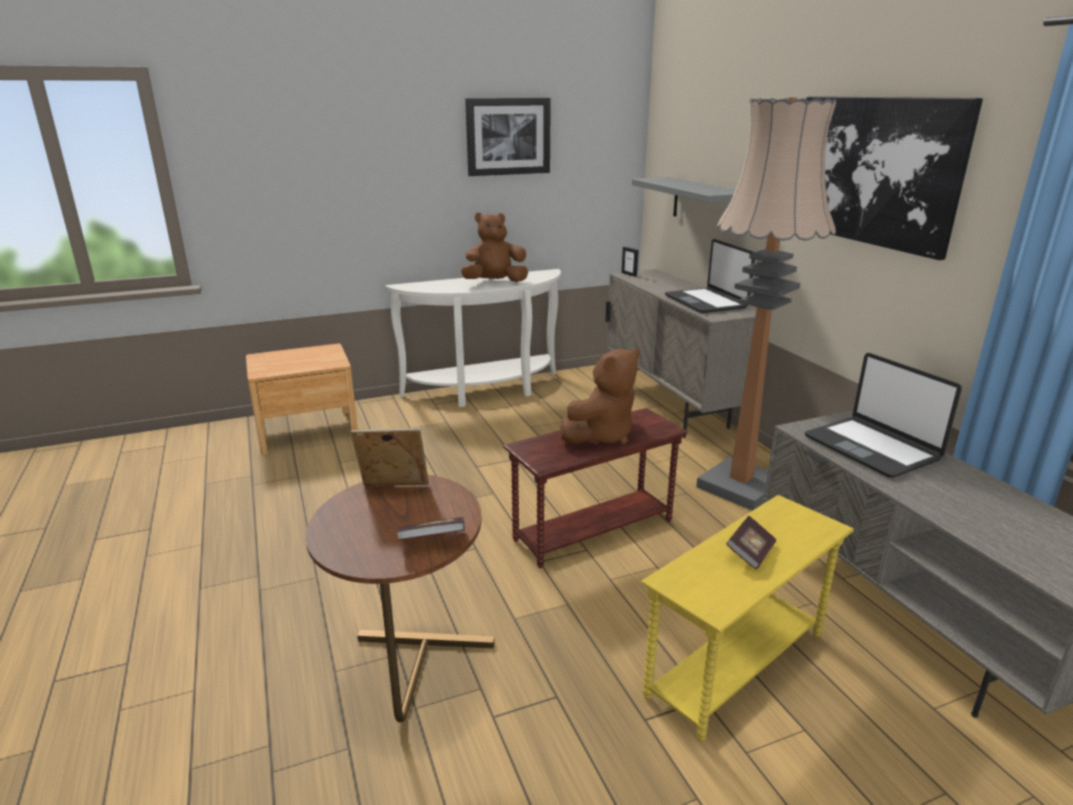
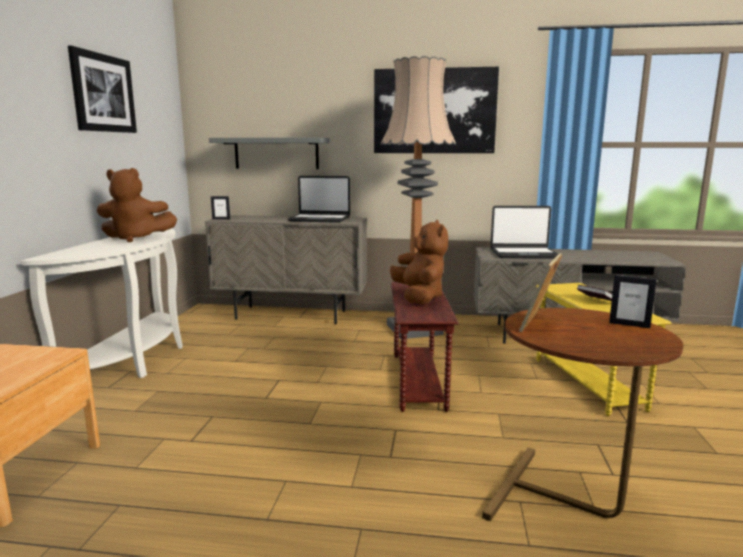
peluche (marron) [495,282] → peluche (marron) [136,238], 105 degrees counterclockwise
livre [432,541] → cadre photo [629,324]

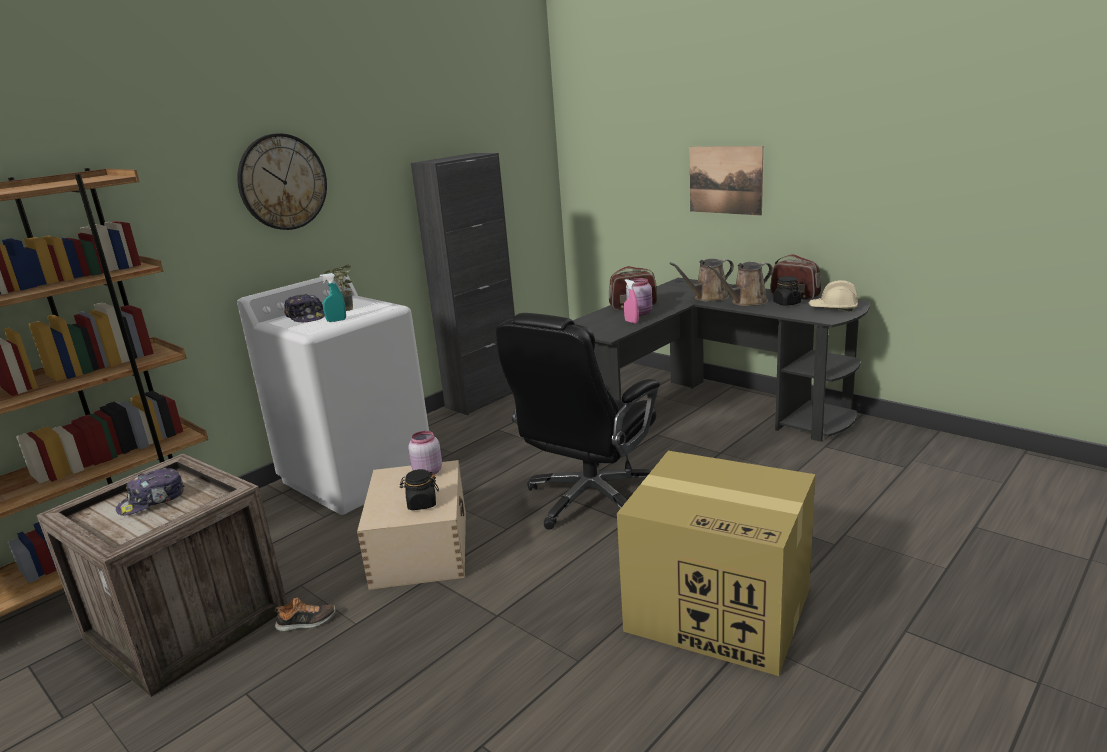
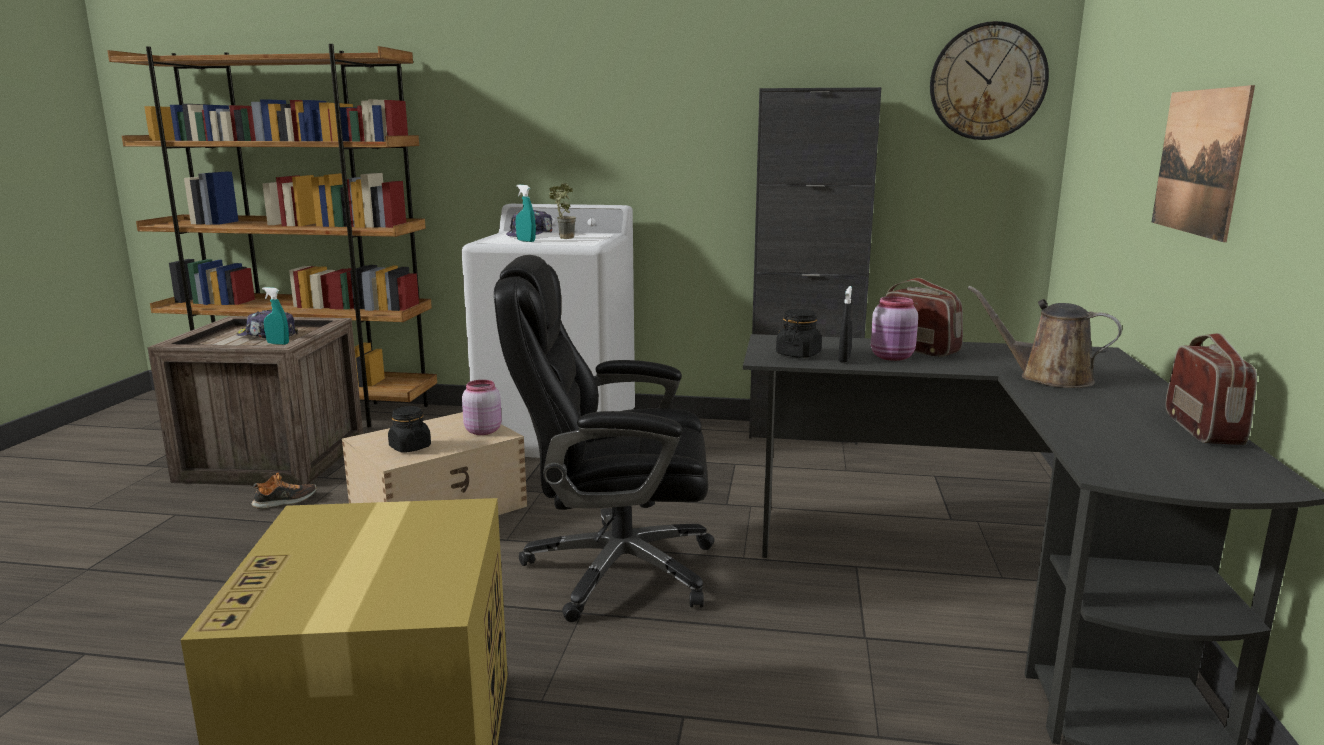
horloge murale [282,182] → horloge murale [987,82], moved
arrosoir (marron) [746,302] → -
bocal (noir) [786,303] → bocal (noir) [798,354], moved
vaporisateur (rose) [631,322] → vaporisateur (noir) [844,359]
casque de chantier (beige) [833,308] → -
chaussure [306,622] → chaussure [285,501], 75 degrees counterclockwise
- → vaporisateur (turquoise) [278,343]

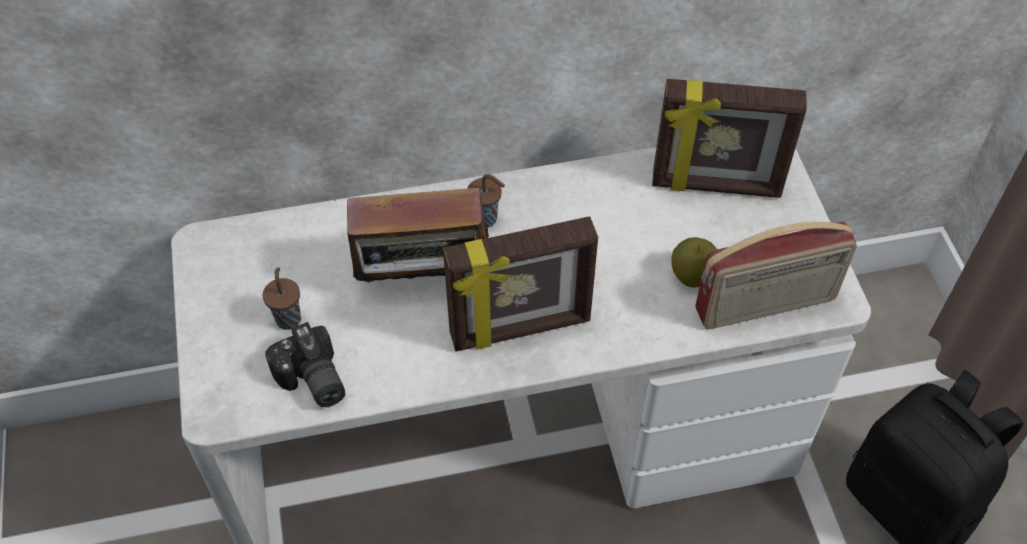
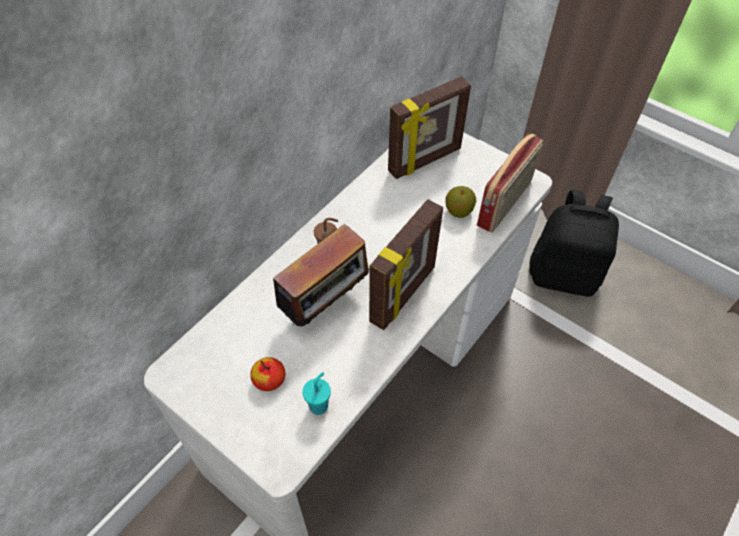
tasse (marron) [288,318] → pomme [269,379]
appareil photo [311,381] → tasse (turquoise) [319,405]

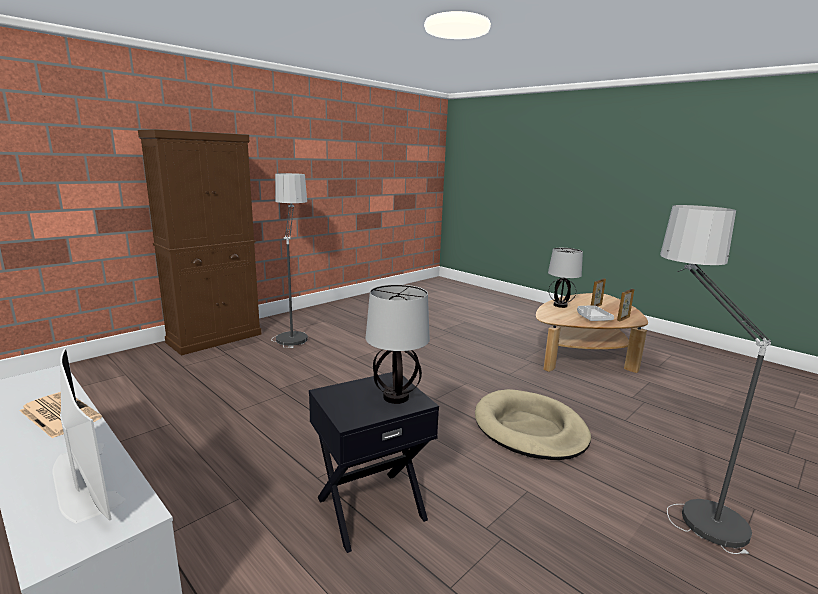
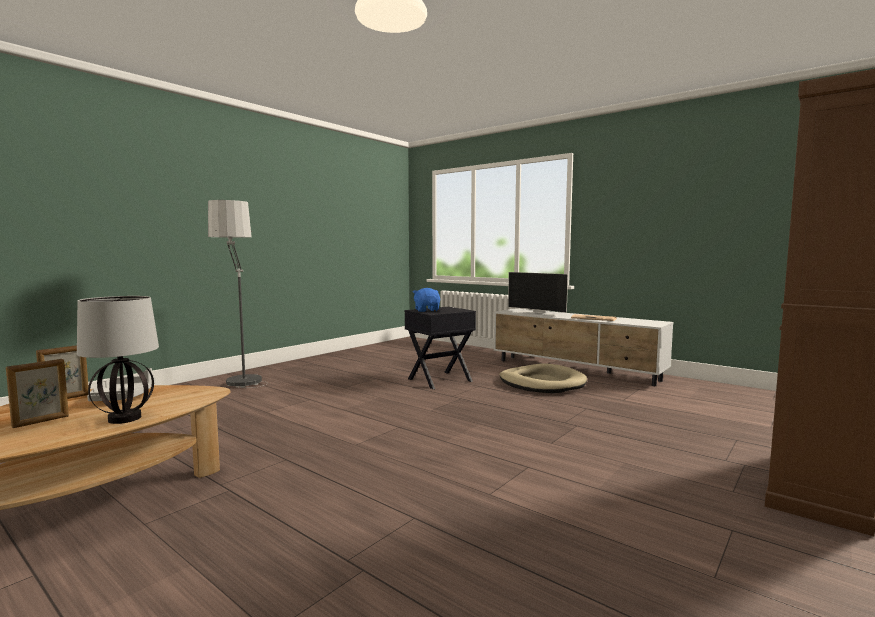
lampadaire [293,332] → -
lampe de table [396,396] → peluche (bleu) [427,310]
panier pour chien (beige) [529,429] → panier pour chien (beige) [542,383], moved

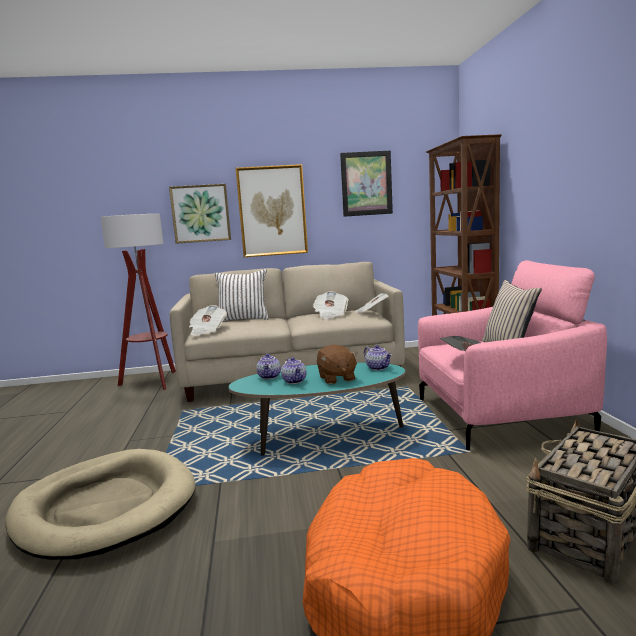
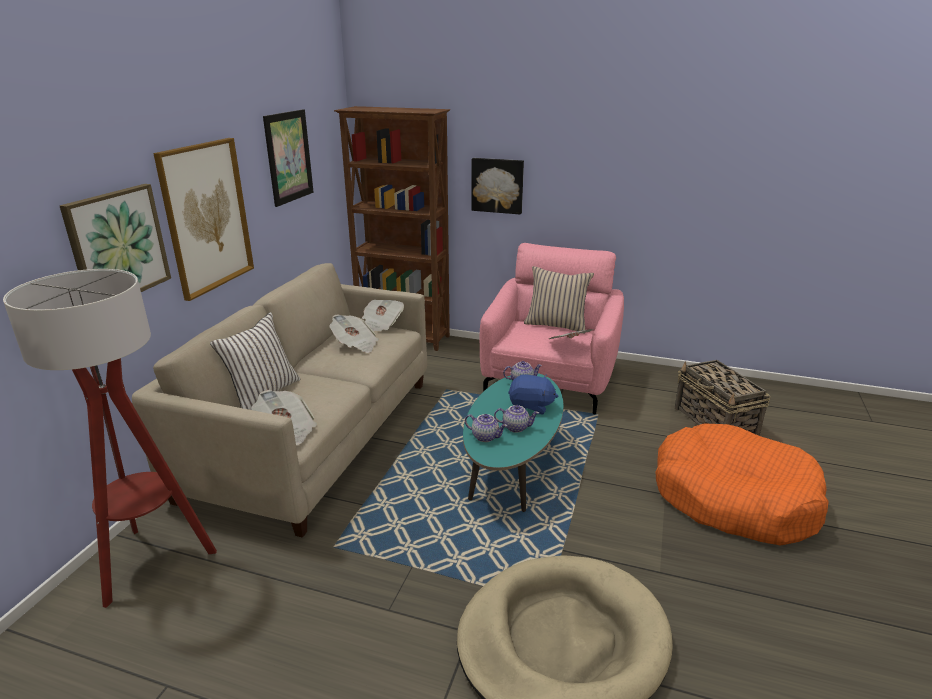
peluche (marron) [336,378] → peluche (bleu) [531,406]
- → tableau [497,185]

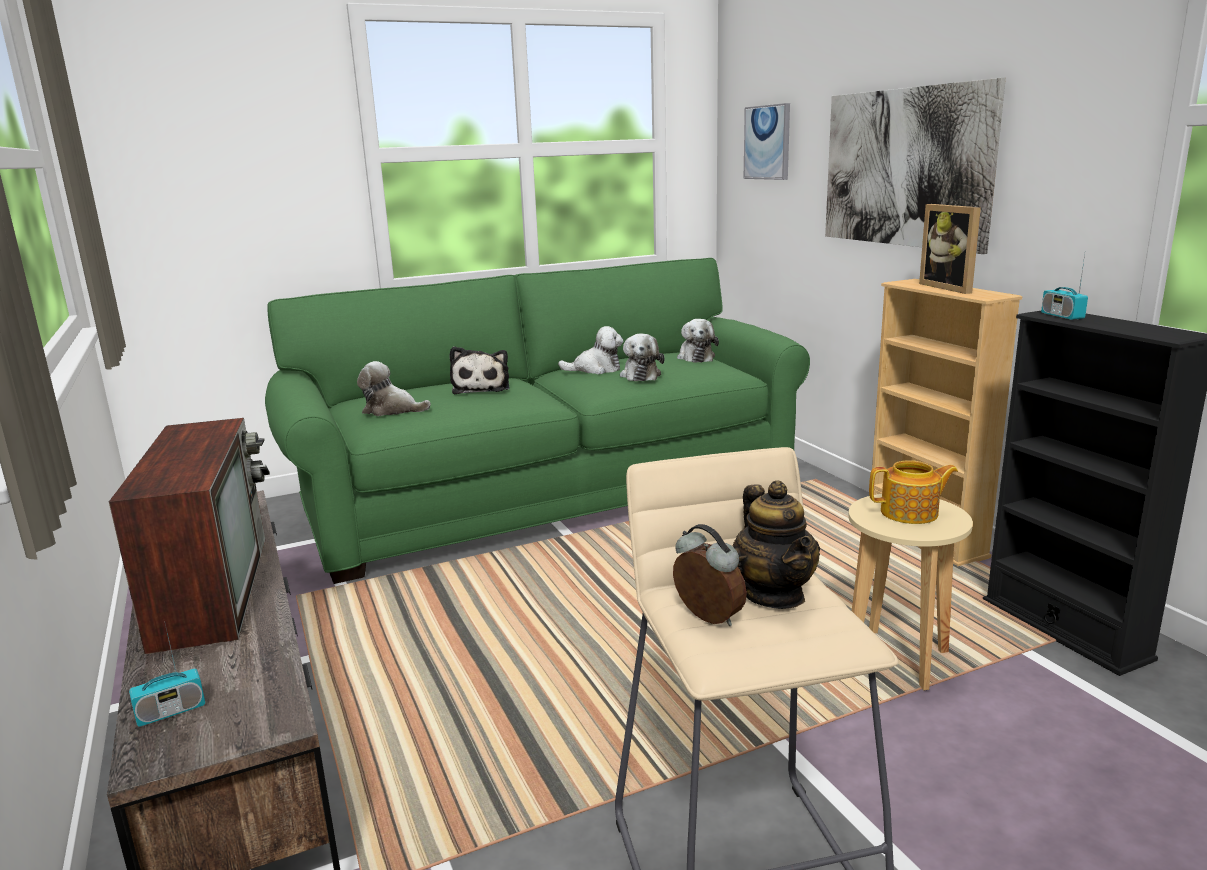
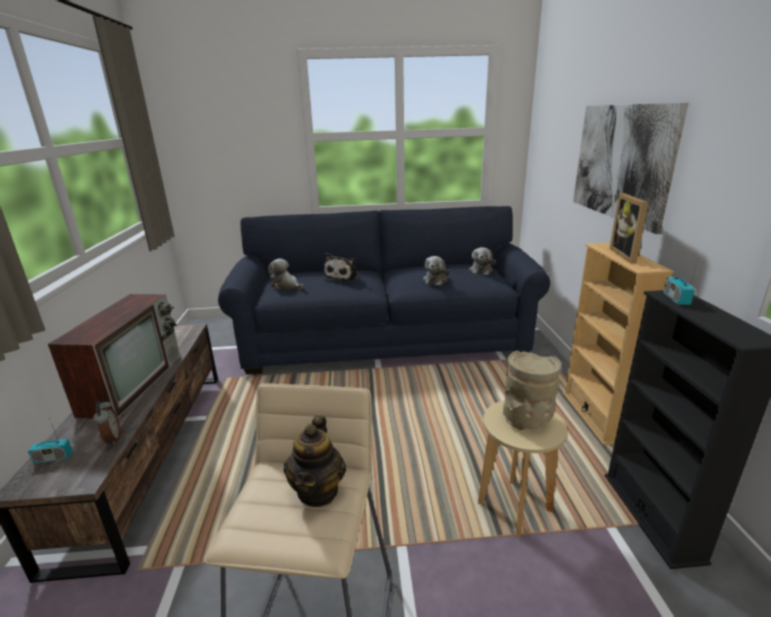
tableau [767,142] → -
canapé (vert) [549,495] → canapé (bleu) [385,339]
peluche [596,369] → -
théière [910,513] → vase (beige) [526,421]
réveil [706,619] → réveil [112,439], moved

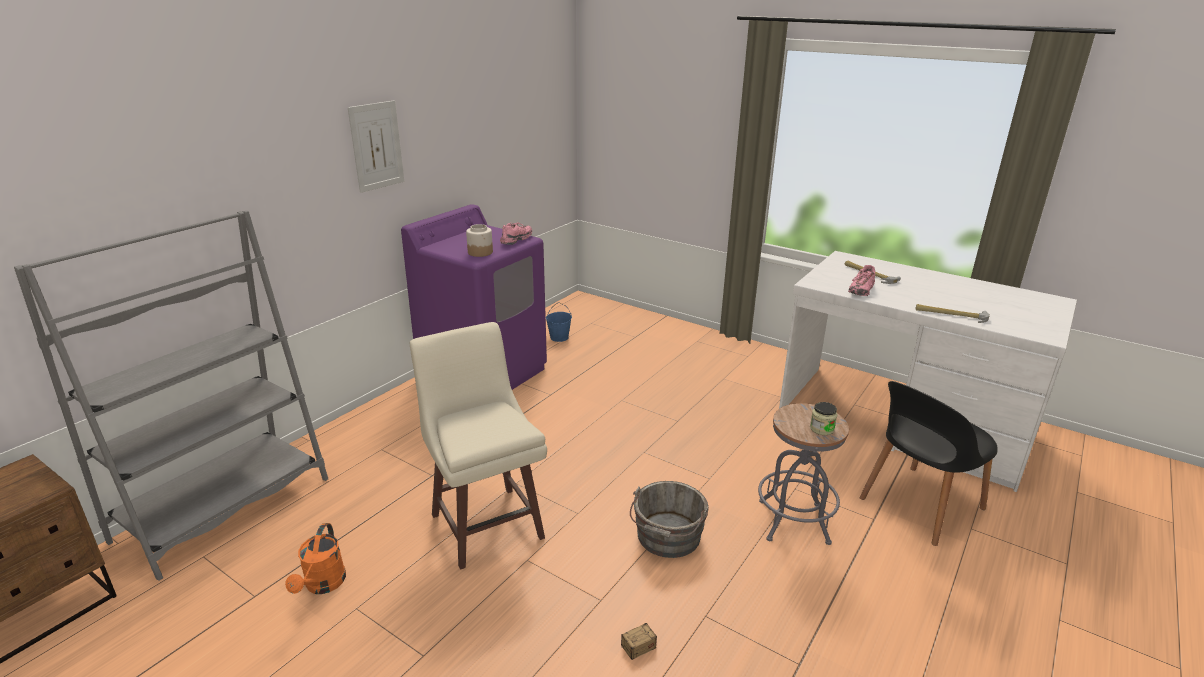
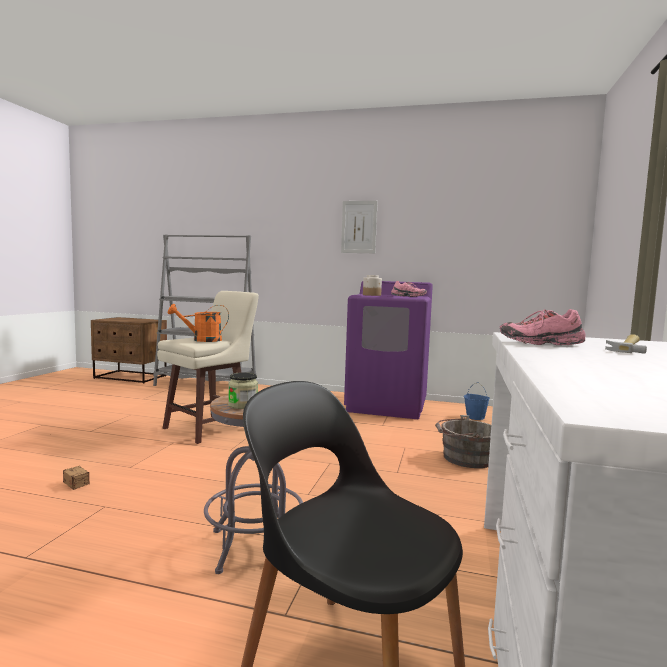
marteau [951,315] → -
seau (gris) [667,538] → seau (gris) [465,458], moved
arrosoir (orange) [322,585] → arrosoir (orange) [202,340], moved

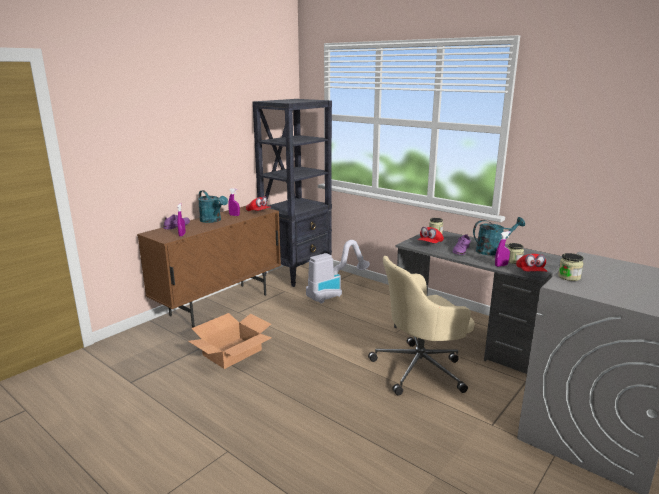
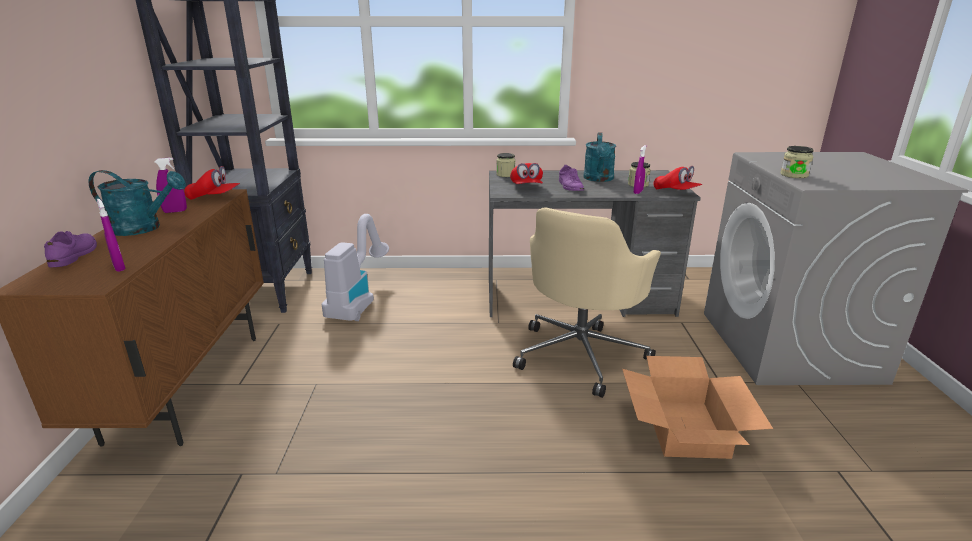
arrosoir (turquoise) [493,250] → arrosoir (turquoise) [599,179], 150 degrees clockwise
carton [232,352] → carton [686,428], moved

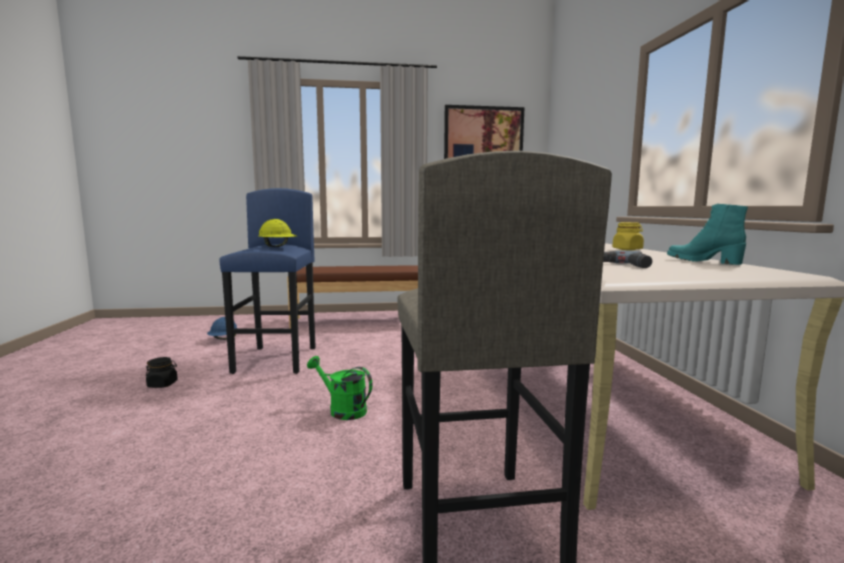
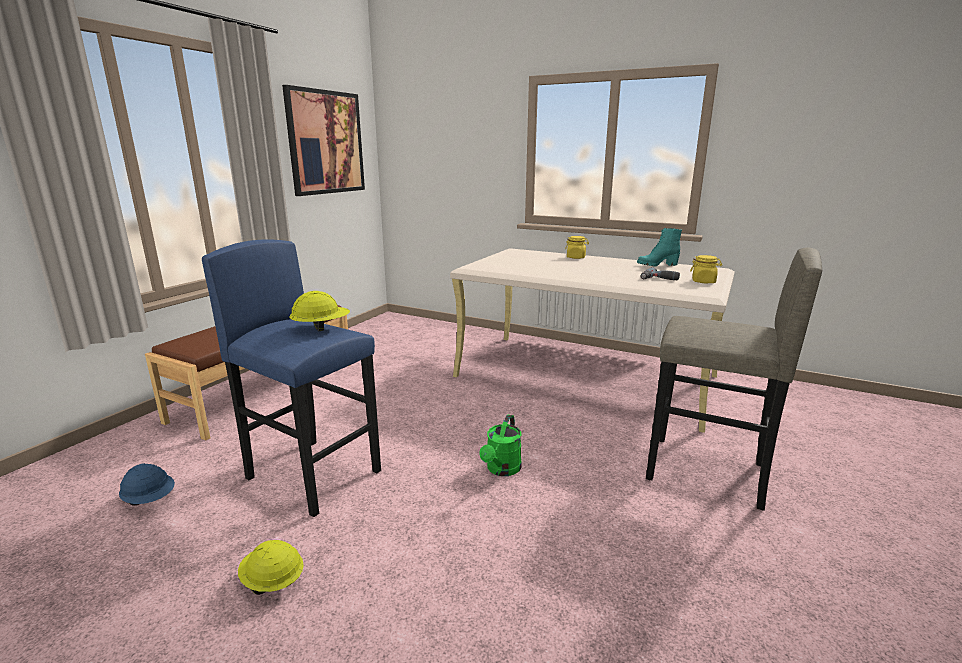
arrosoir (vert) [342,410] → arrosoir (vert) [501,470], 45 degrees counterclockwise
bocal (noir) [162,384] → casque de chantier (jaune) [273,582]
- → bocal (jaune) [703,281]

